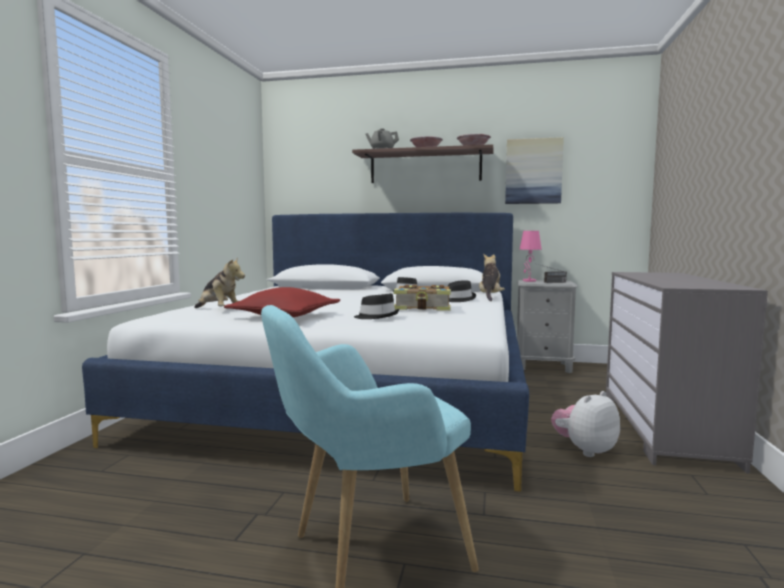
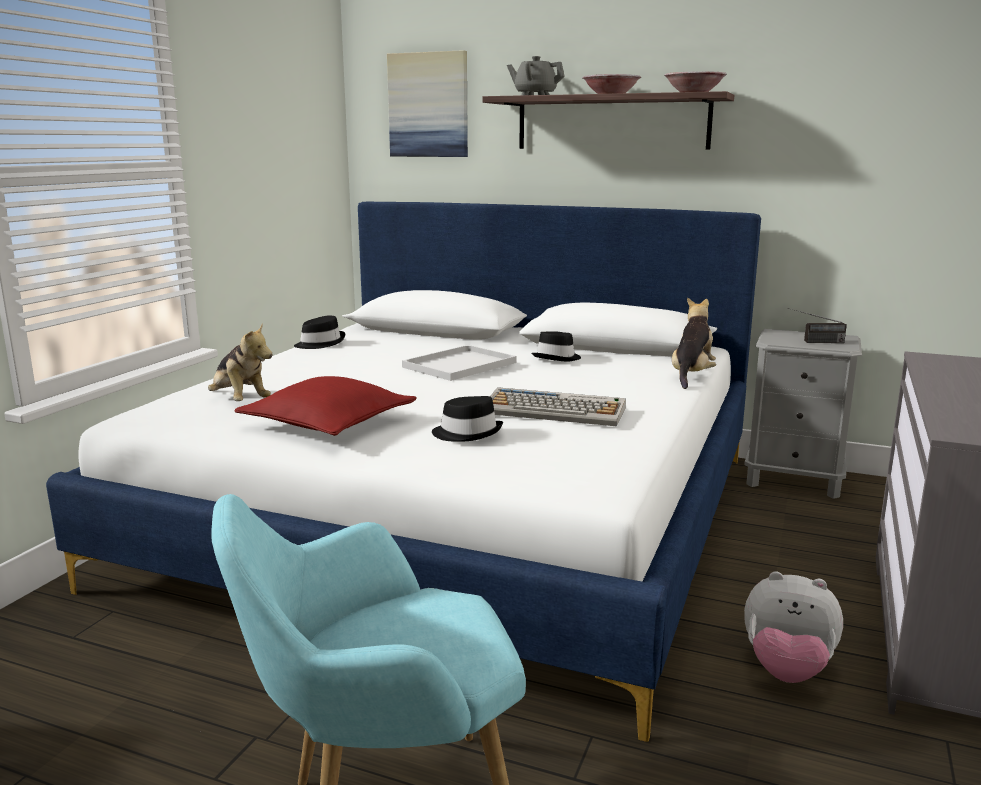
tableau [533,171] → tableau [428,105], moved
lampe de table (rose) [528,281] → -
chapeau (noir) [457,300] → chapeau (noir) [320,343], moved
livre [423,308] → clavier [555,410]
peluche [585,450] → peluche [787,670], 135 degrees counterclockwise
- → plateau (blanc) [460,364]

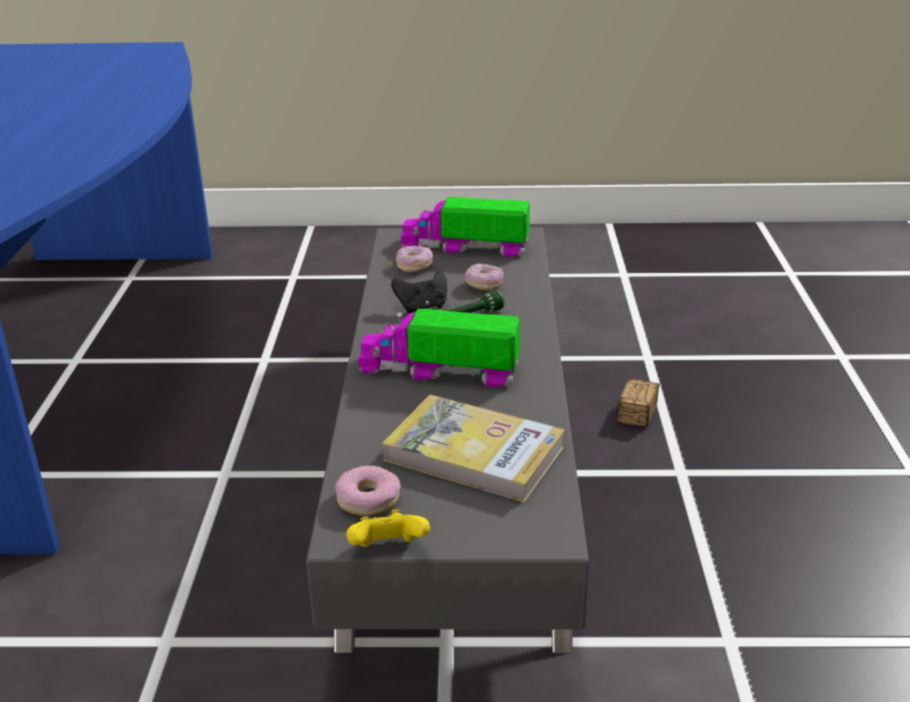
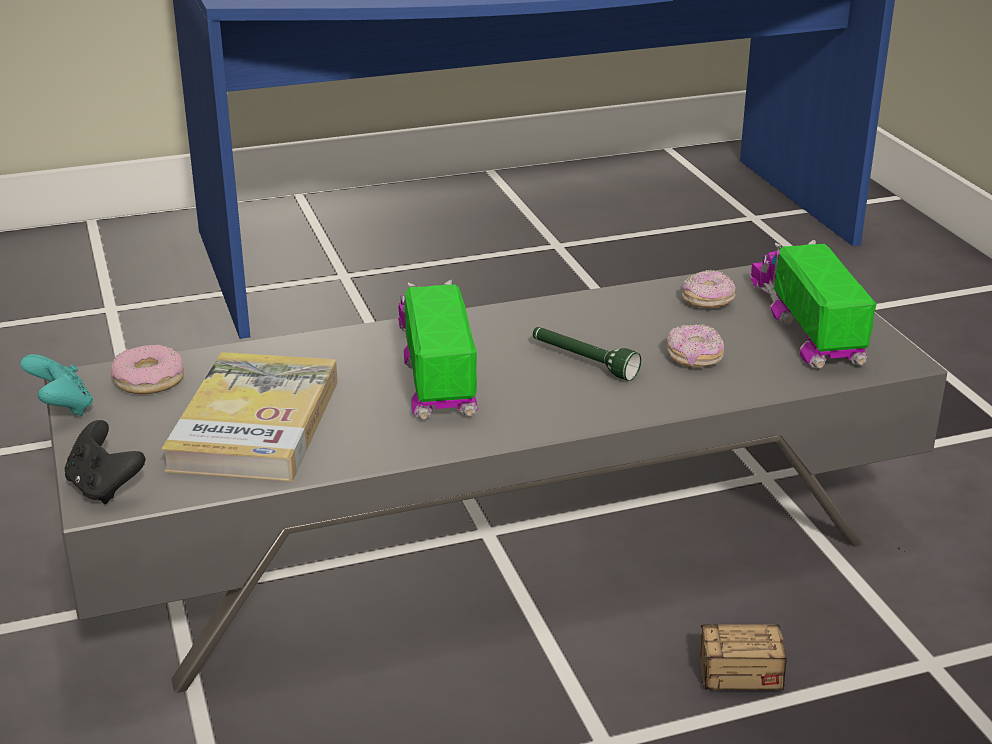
manette (noir) [422,307] → manette (noir) [104,487], moved
manette (jaune) [388,550] → manette (turquoise) [62,408]

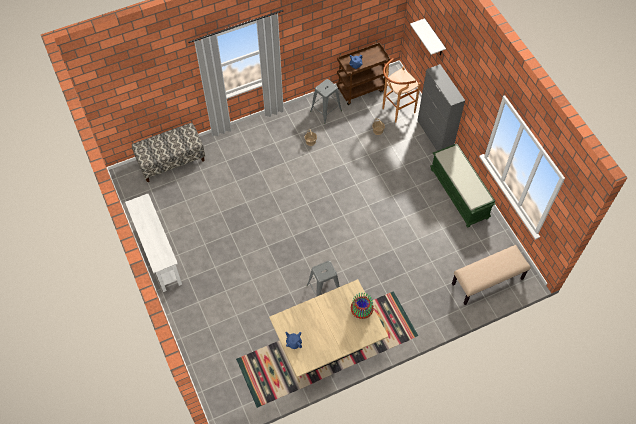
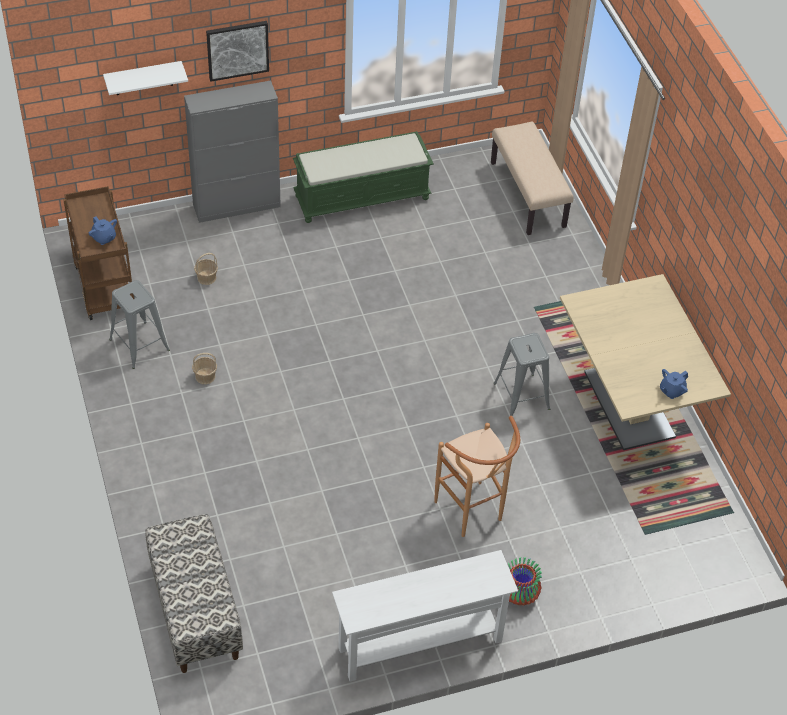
tabouret (marron) [395,111] → tabouret (marron) [472,515], moved
vase [361,311] → vase [519,594], moved
- → tableau [237,50]

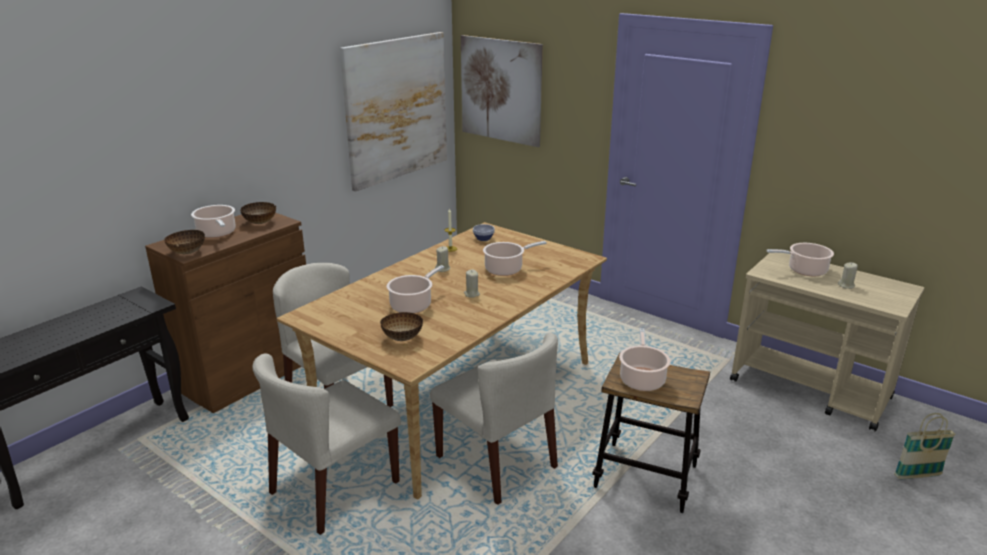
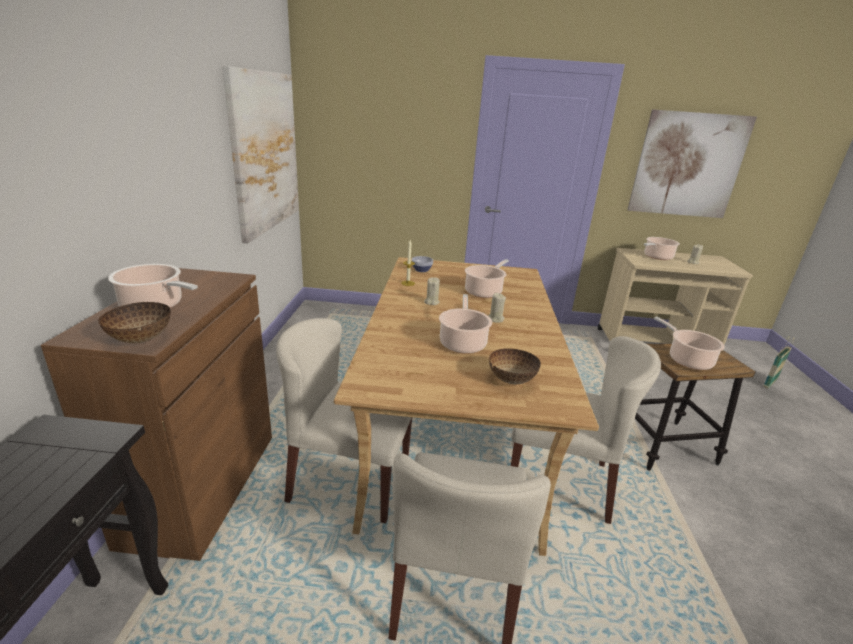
tableau [501,90] → tableau [688,165], moved
bol [260,223] → -

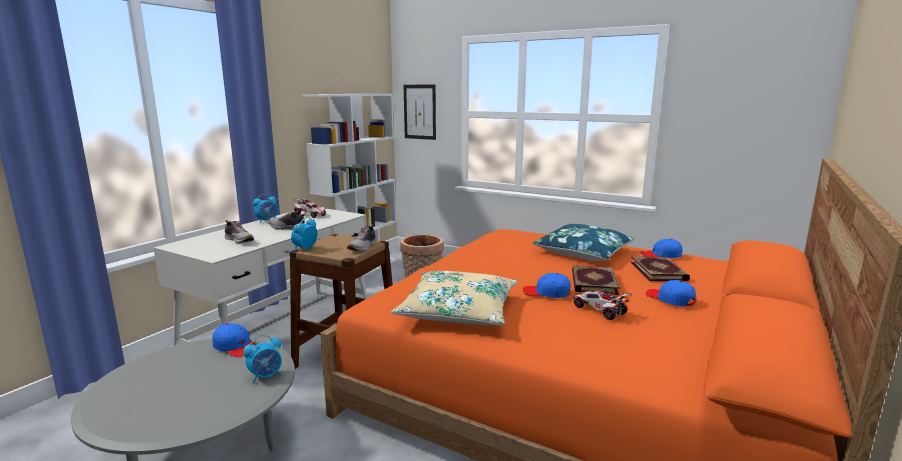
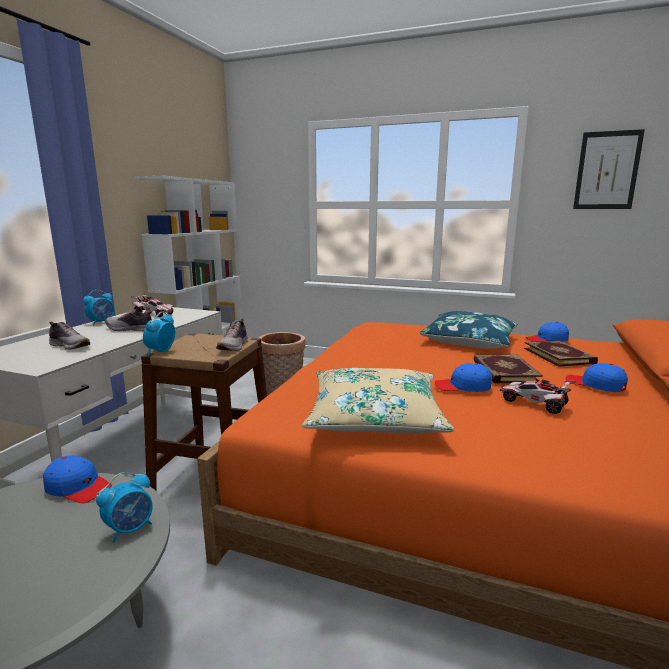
tableau [420,112] → tableau [607,170], moved

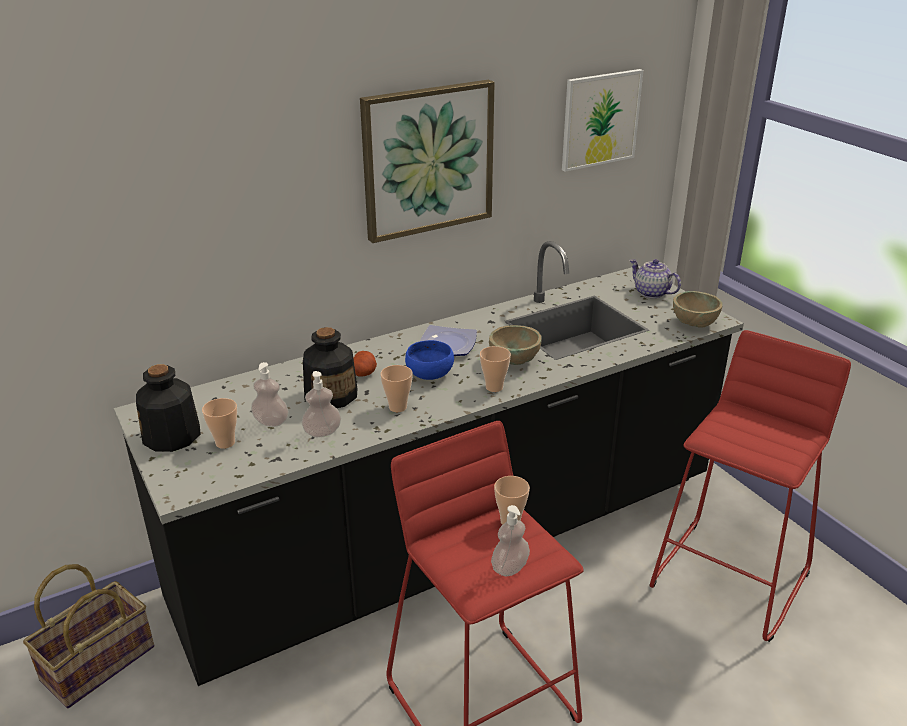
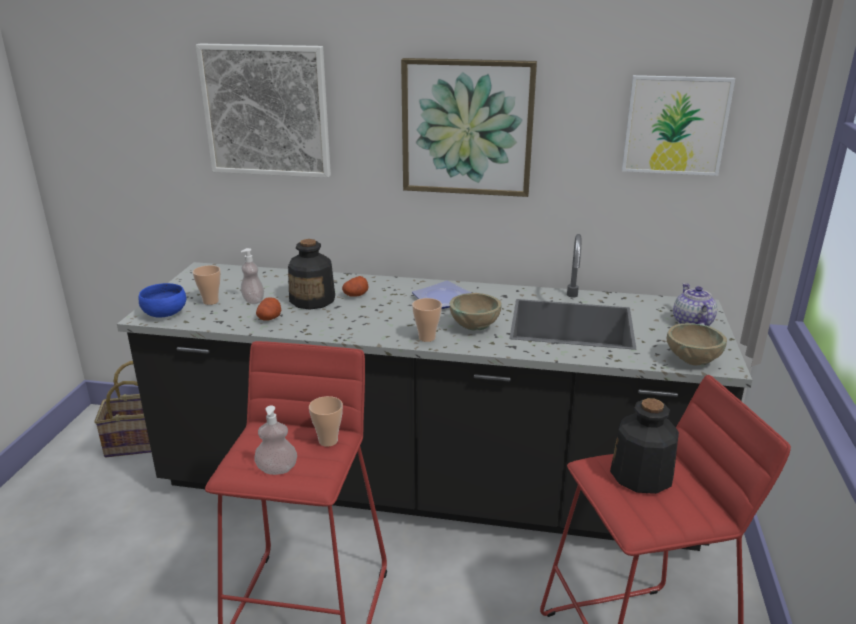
bol (bleu) [429,374] → bol (bleu) [165,313], moved
bouteille [172,436] → bouteille [641,475], moved
tasse [397,407] → -
distributeur de savon [322,432] → pomme de terre [269,318]
- → tableau [266,111]

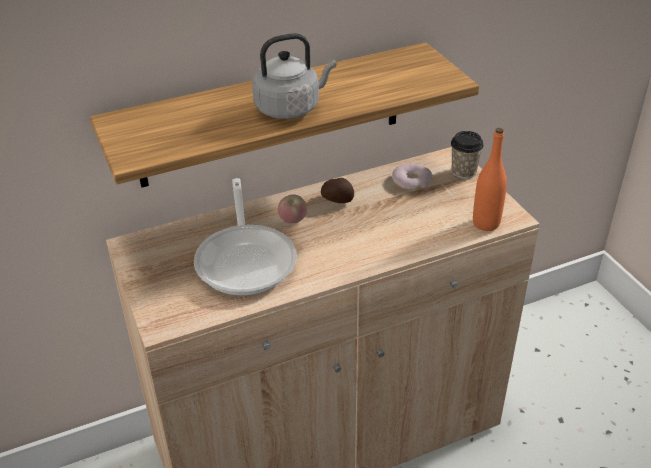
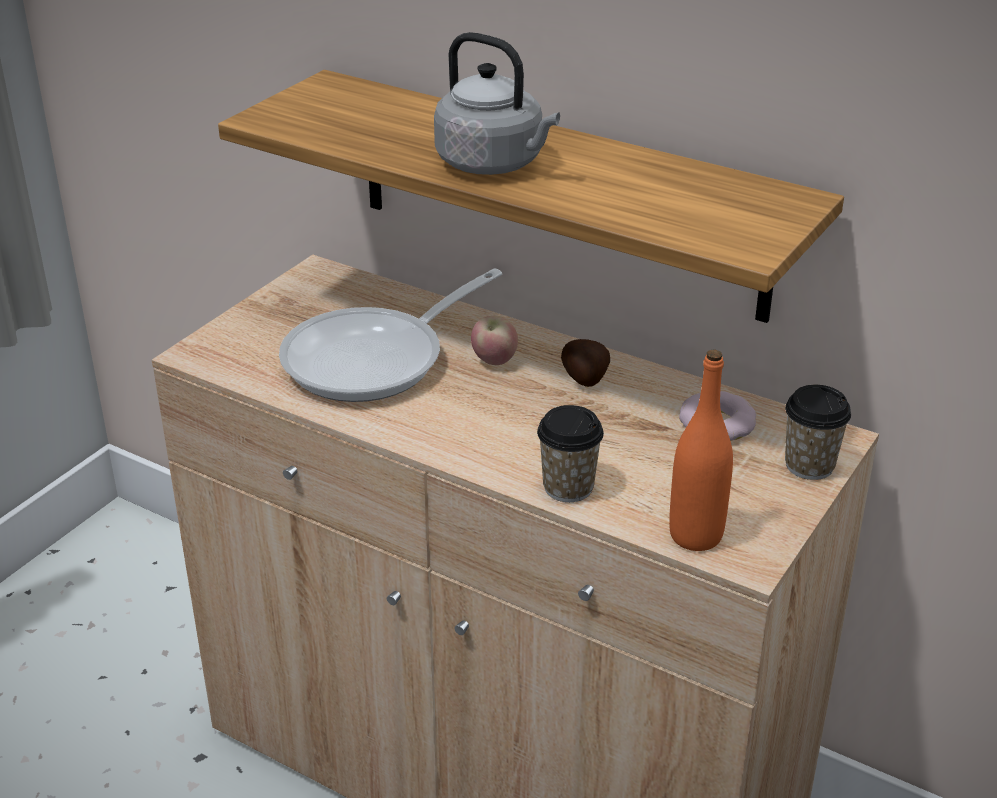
- → tasse [568,487]

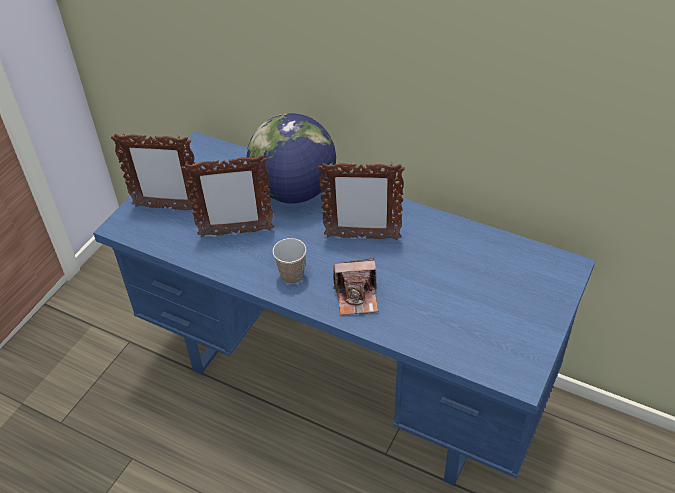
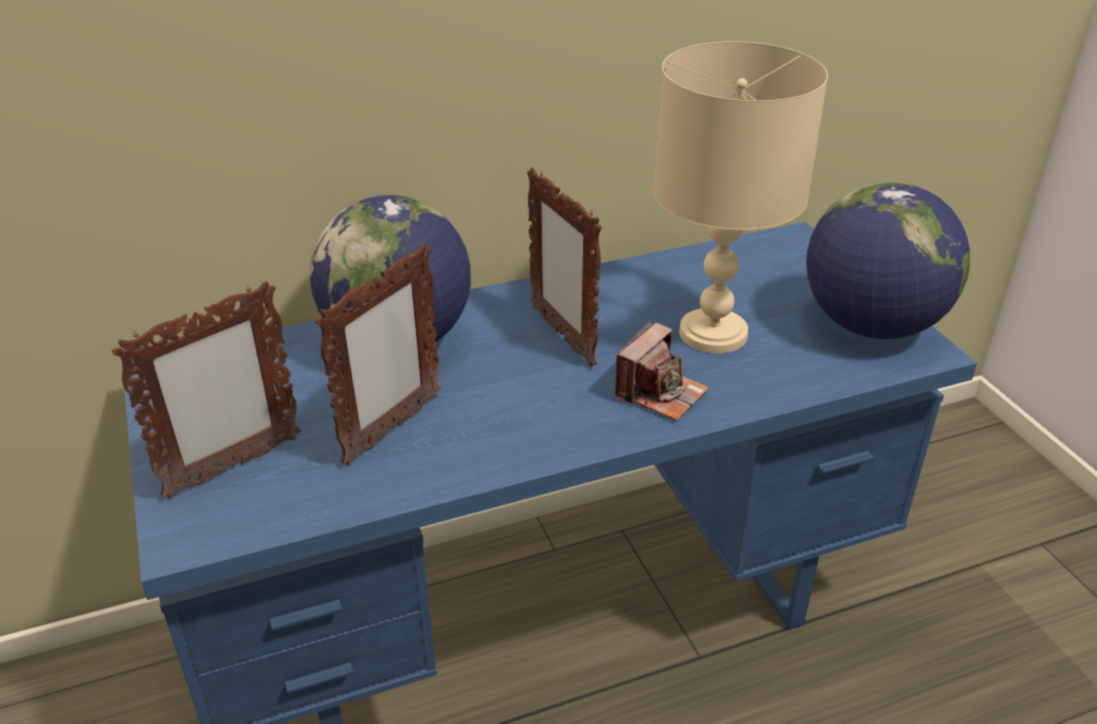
cadre photo [361,237] → cadre photo [562,335], 105 degrees clockwise
tasse [292,276] → -
- → lampe de table (beige) [713,332]
- → globe [871,326]

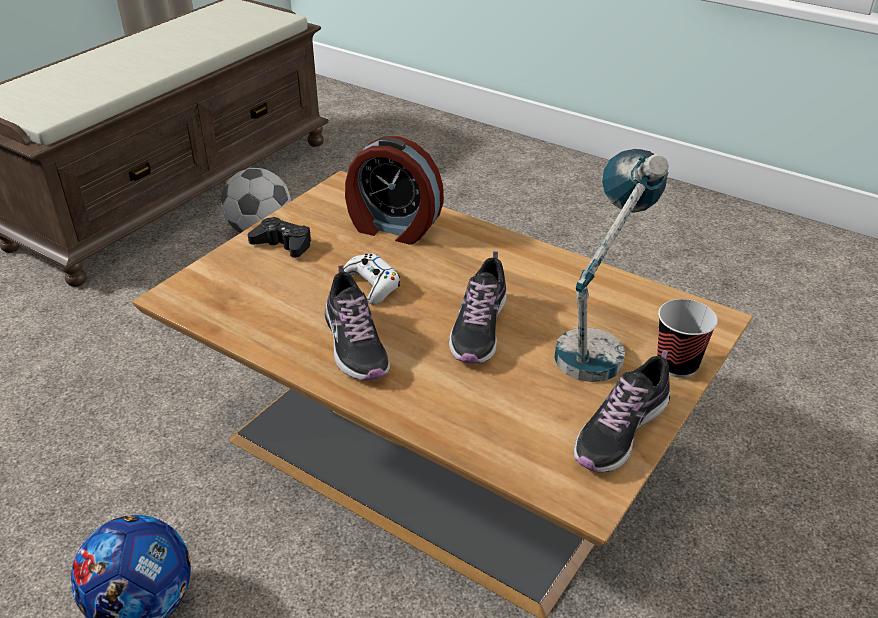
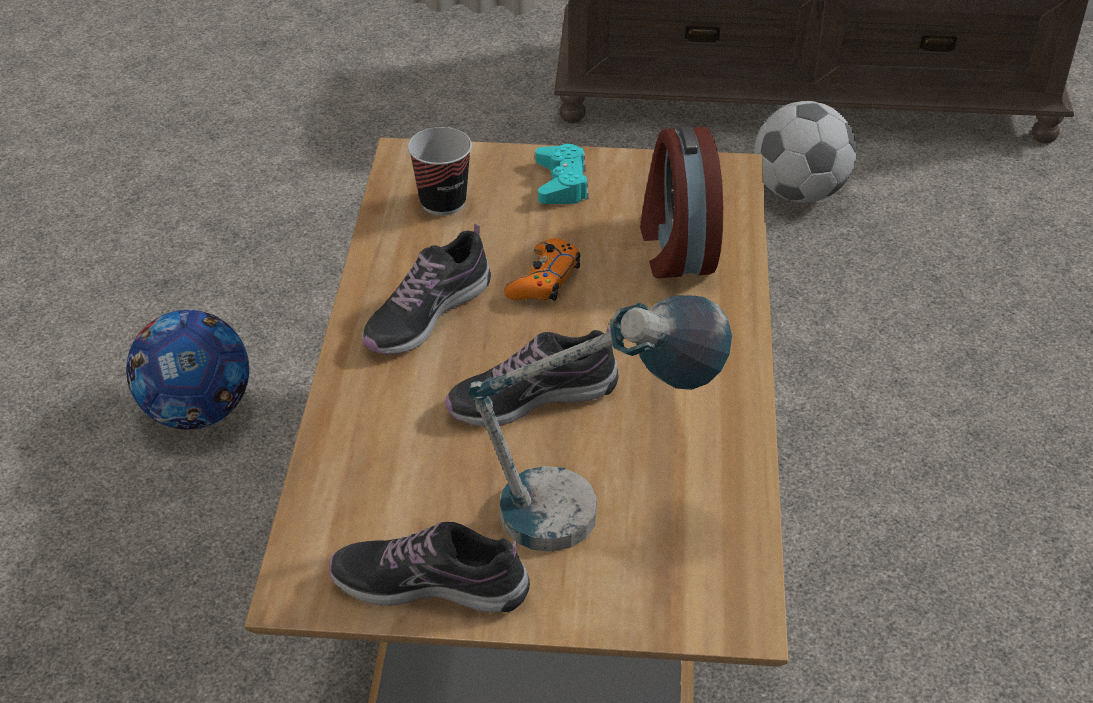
manette (noir) [283,244] → manette (turquoise) [562,183]
manette (blanc) [372,285] → manette (orange) [544,280]
tasse [677,365] → tasse [443,202], moved

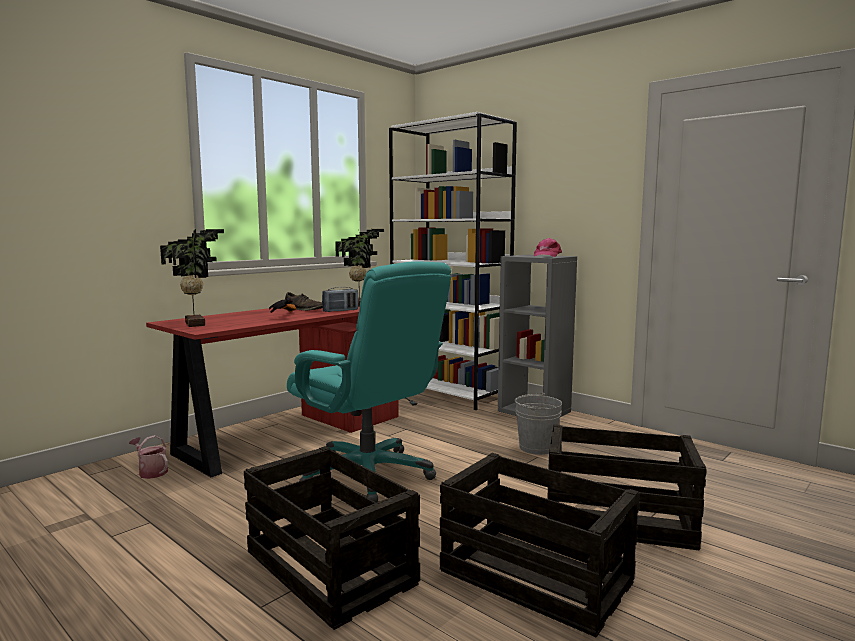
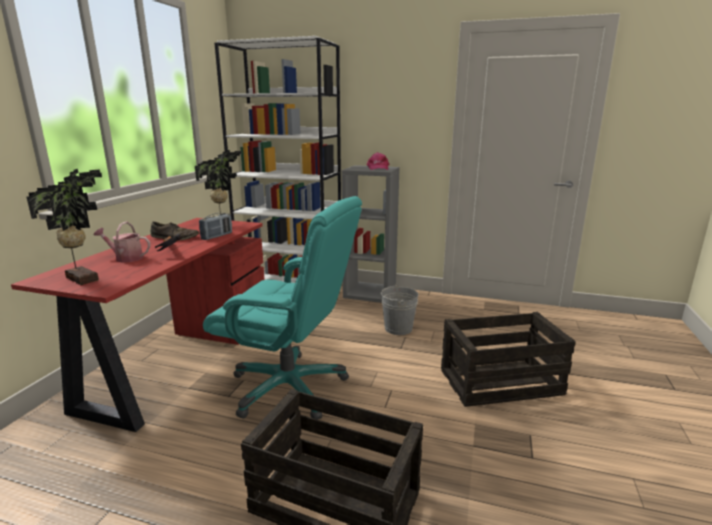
arrosoir [151,472] → arrosoir [126,258], moved
caisse [533,576] → -

